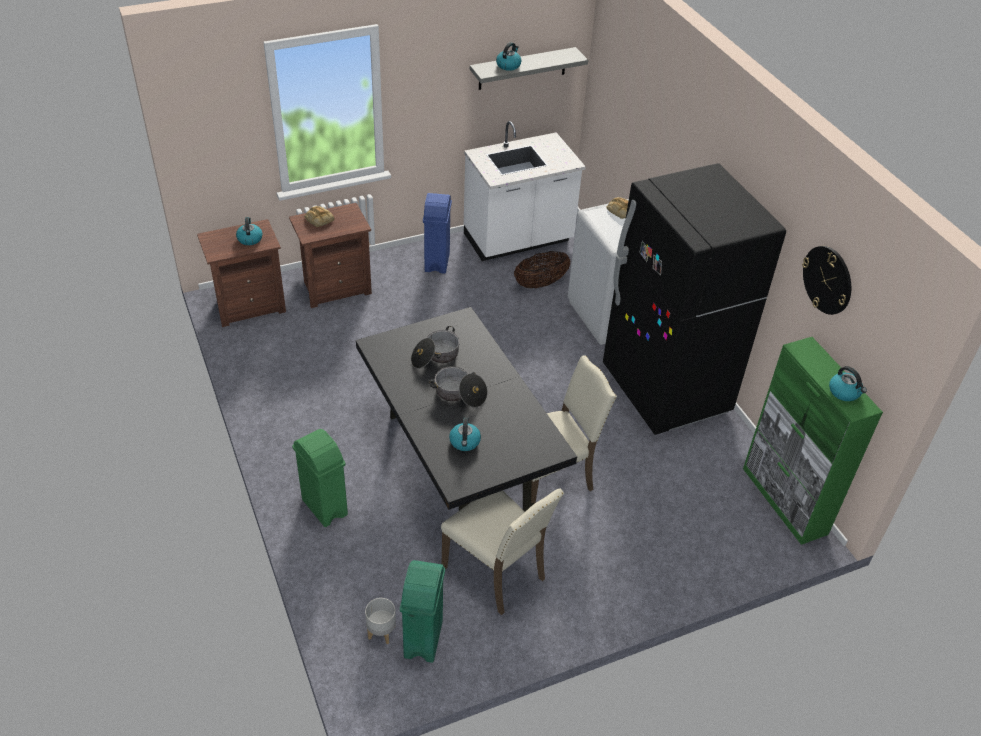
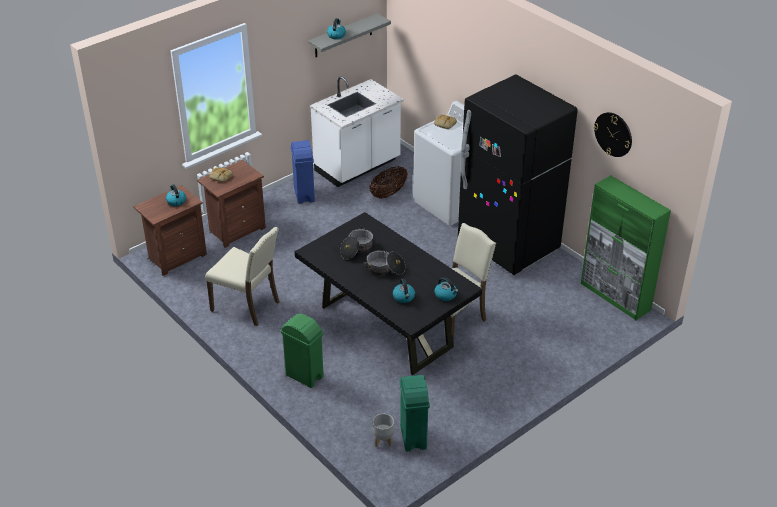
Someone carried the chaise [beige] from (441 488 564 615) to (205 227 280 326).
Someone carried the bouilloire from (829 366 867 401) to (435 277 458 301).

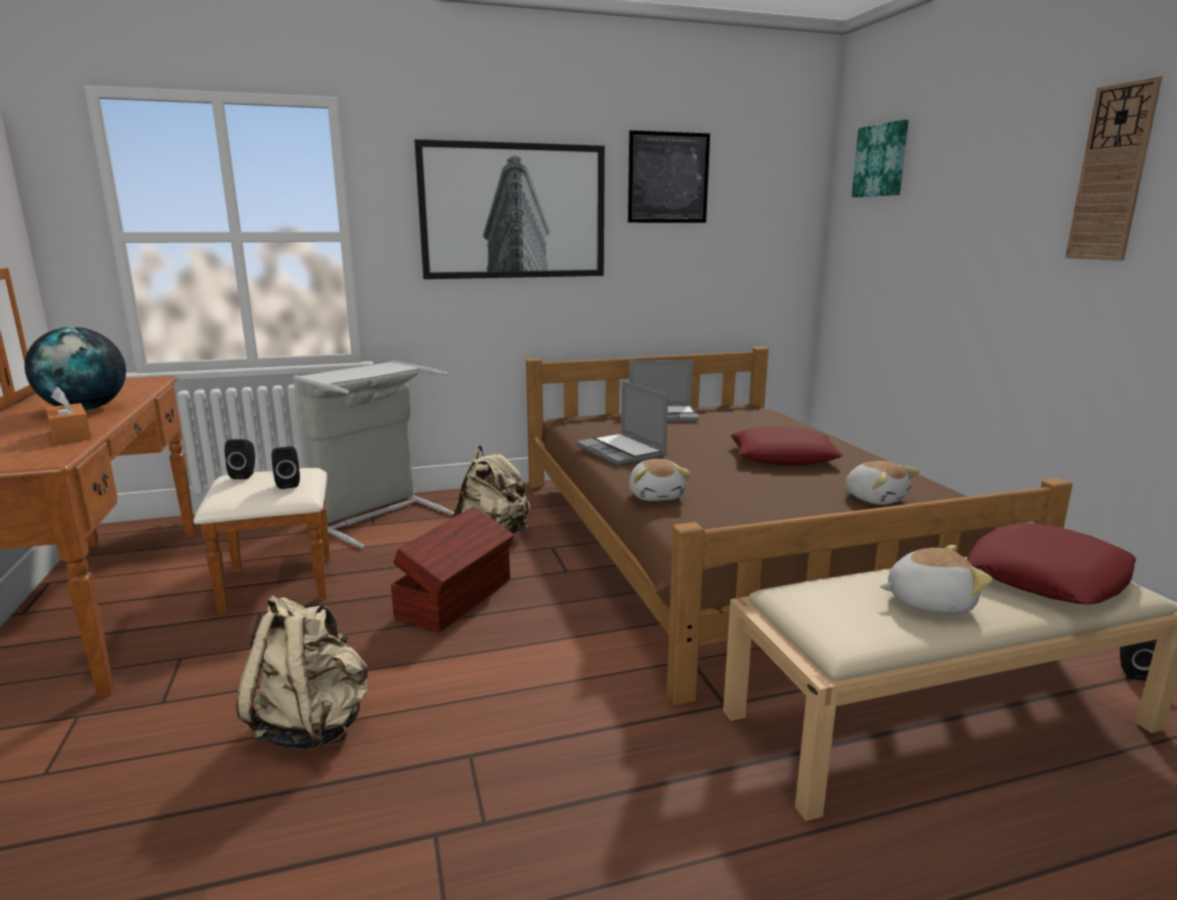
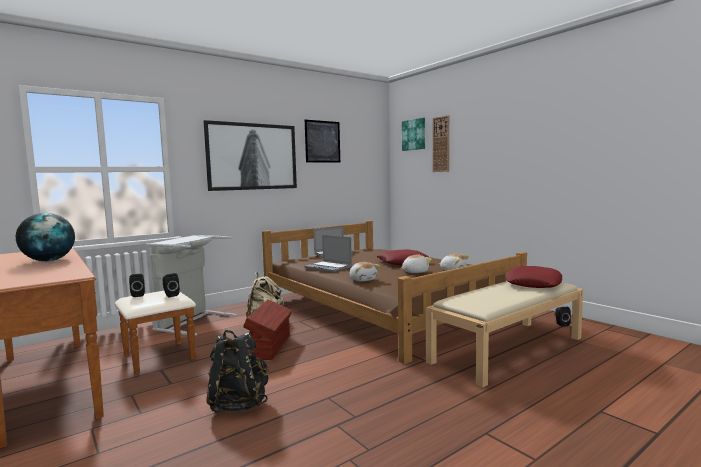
Someone took away the boîte à mouchoirs [orange] at (46 387 91 444).
Someone carried the peluche from (880 545 993 614) to (401 255 432 273).
Someone carried the horloge murale from (1065 76 1162 261) to (433 115 449 172).
Someone repainted the sac à dos [beige] at (236 596 368 749), which became the sac à dos [noir] at (206 330 269 412).

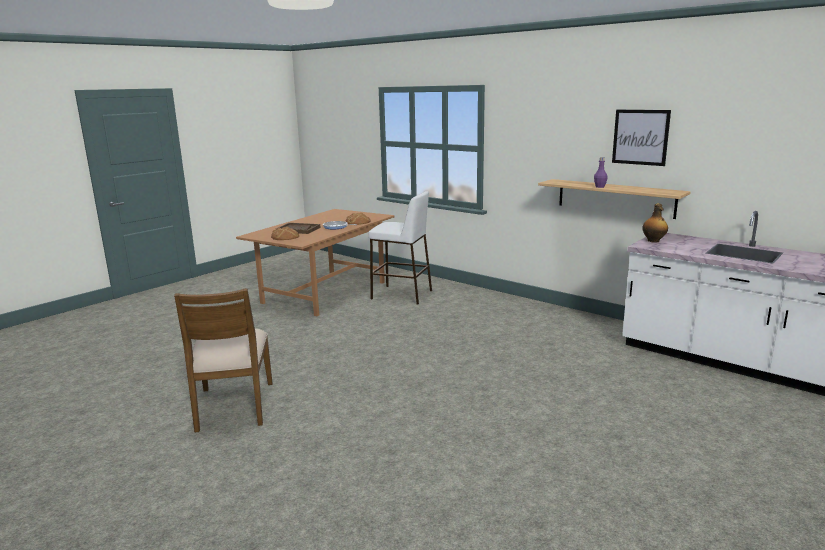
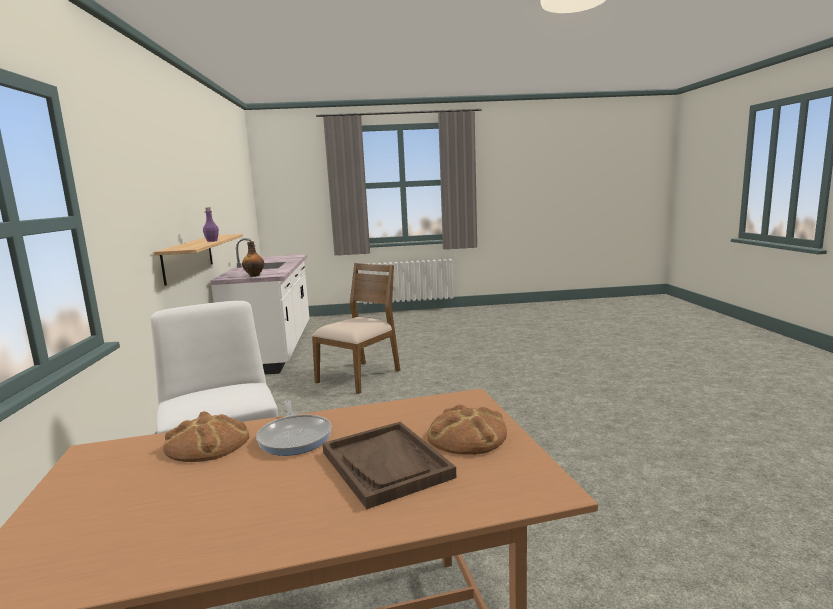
Someone took away the tableau at (612 110 671 166).
Someone carried the chaise [marron] from (174 288 273 432) to (312 263 400 394).

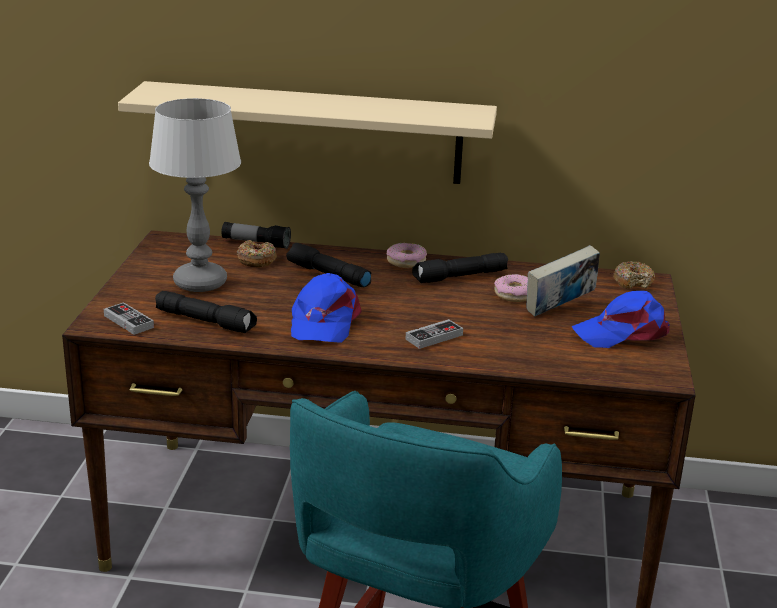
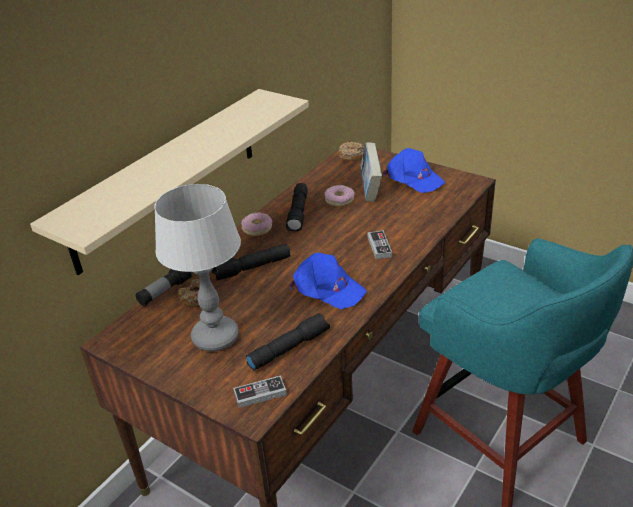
Someone rotated the casquette [bleu] at (572 291 670 348) by 60 degrees counterclockwise.

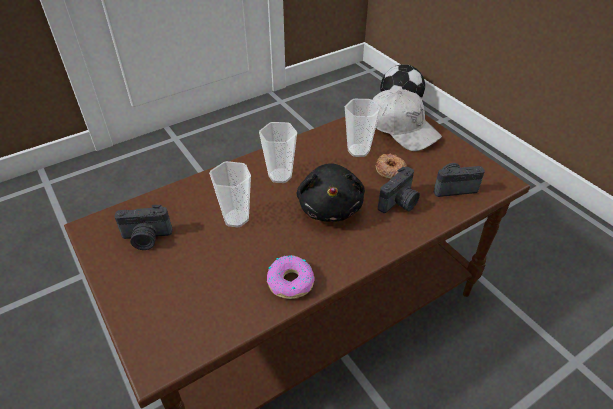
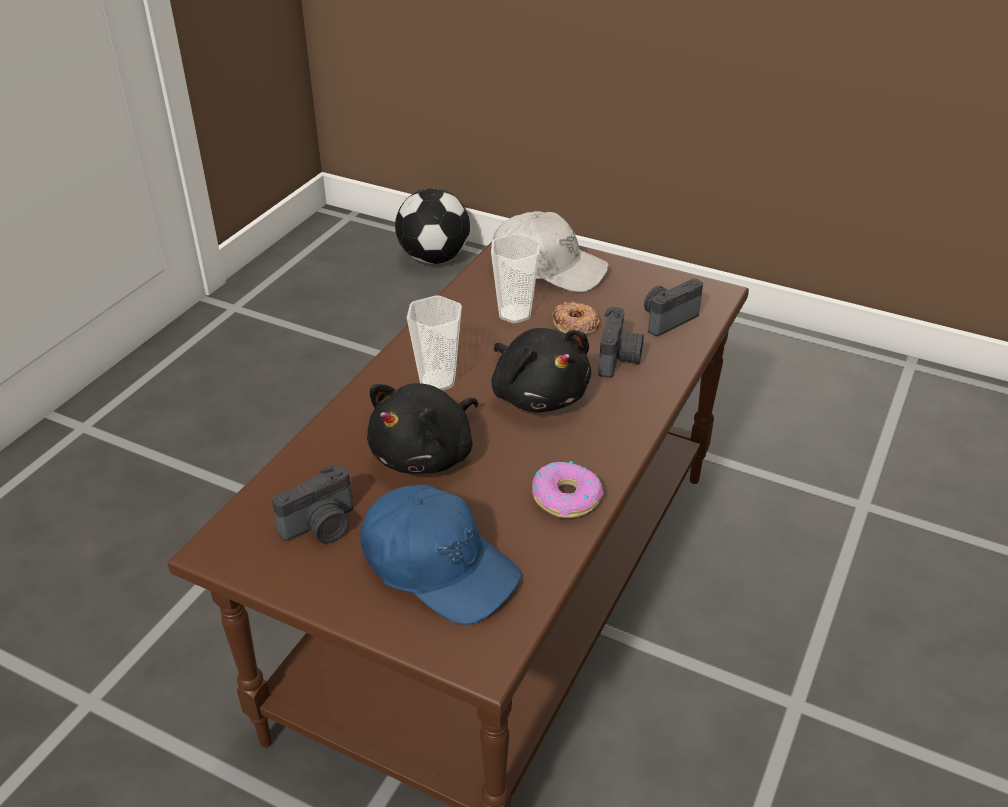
Someone put down the casquette [bleu] at (360 484 522 625).
Someone swapped the tasse at (209 161 251 228) for the peluche [noir] at (367 383 478 474).

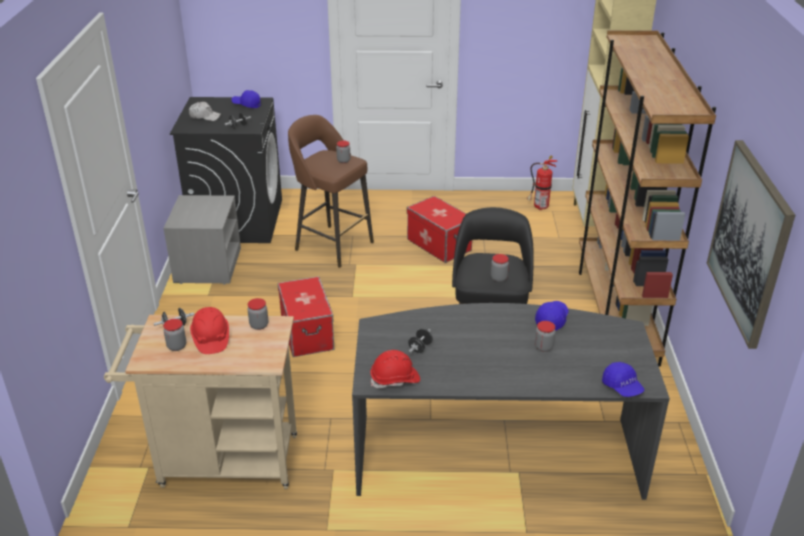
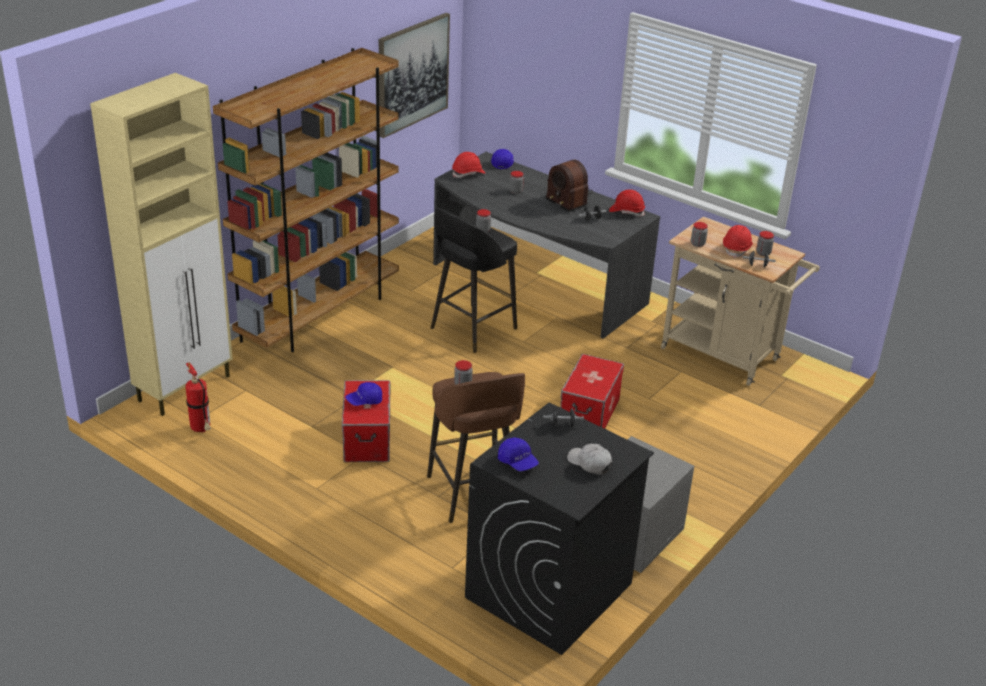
Someone put down the casque de chantier [rouge] at (452 152 485 178).
Someone put down the radio at (545 160 593 212).
Someone carried the casquette [bleu] from (535 301 568 331) to (346 382 382 406).

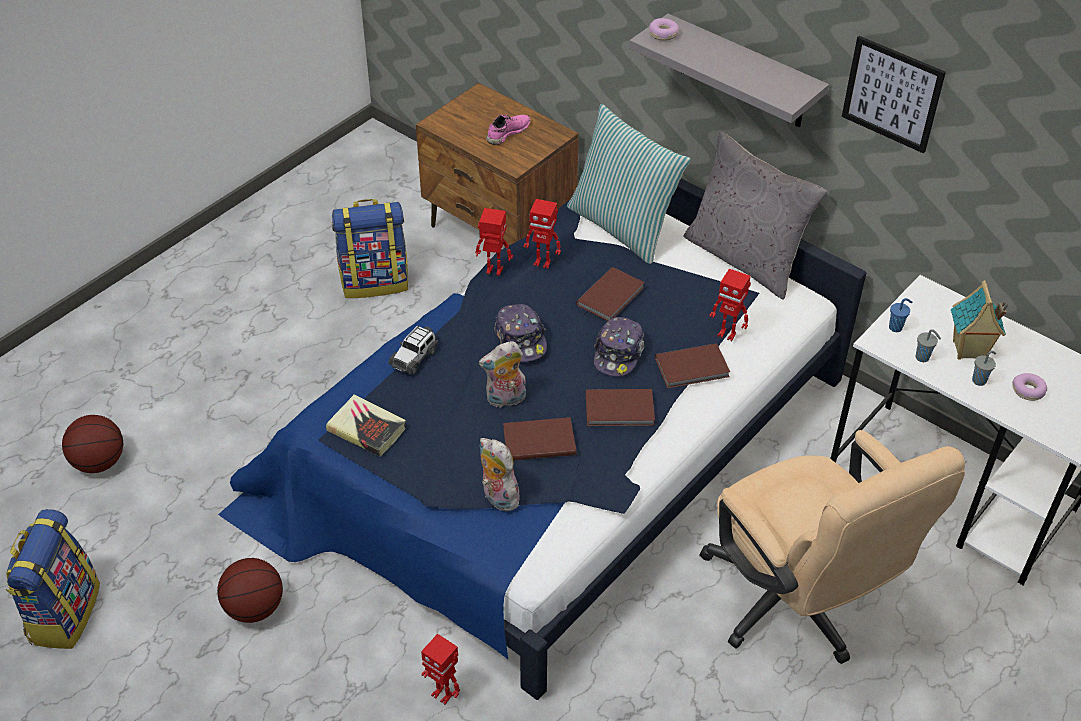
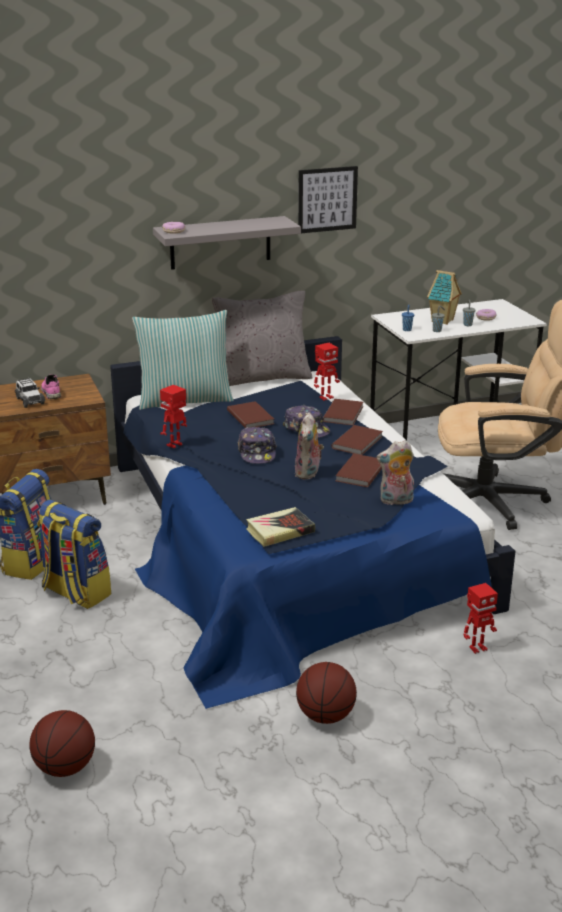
Someone took away the robot jouet at (524 199 561 269).
Someone carried the sac à dos from (6 509 100 649) to (37 500 111 609).
Someone carried the petite voiture from (389 326 438 375) to (15 378 45 408).
Someone rotated the casquette at (494 304 547 362) by 75 degrees clockwise.

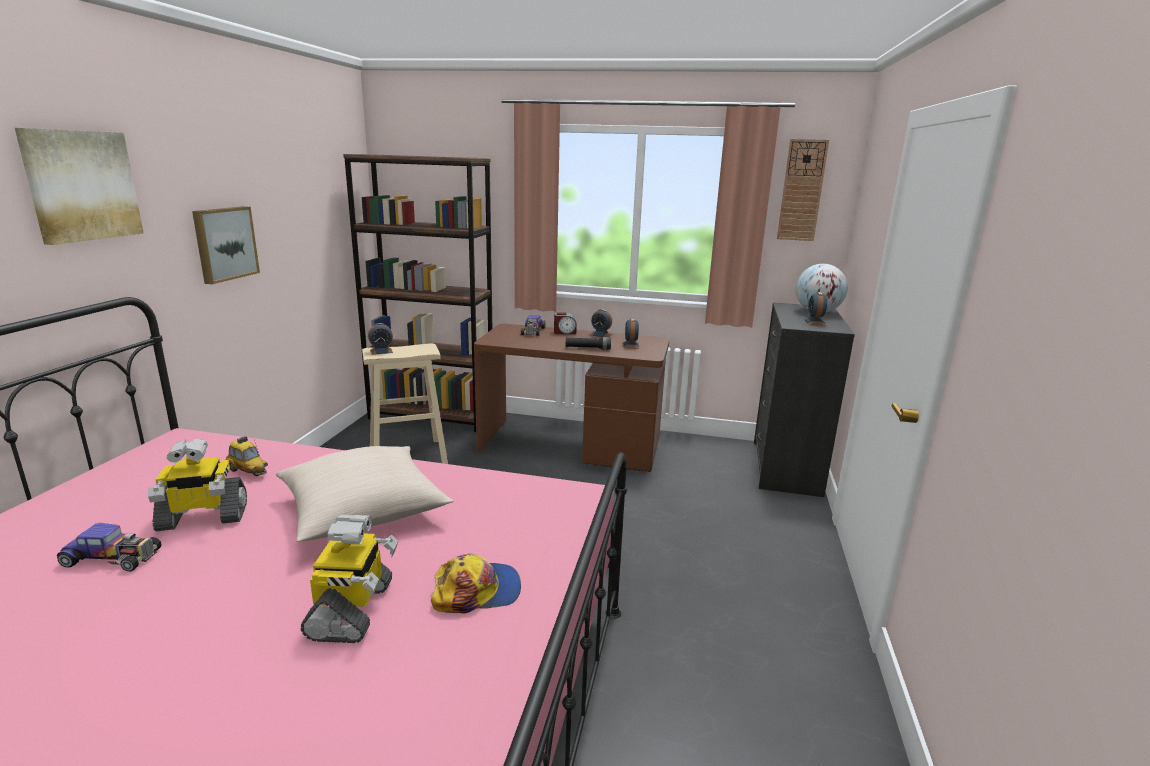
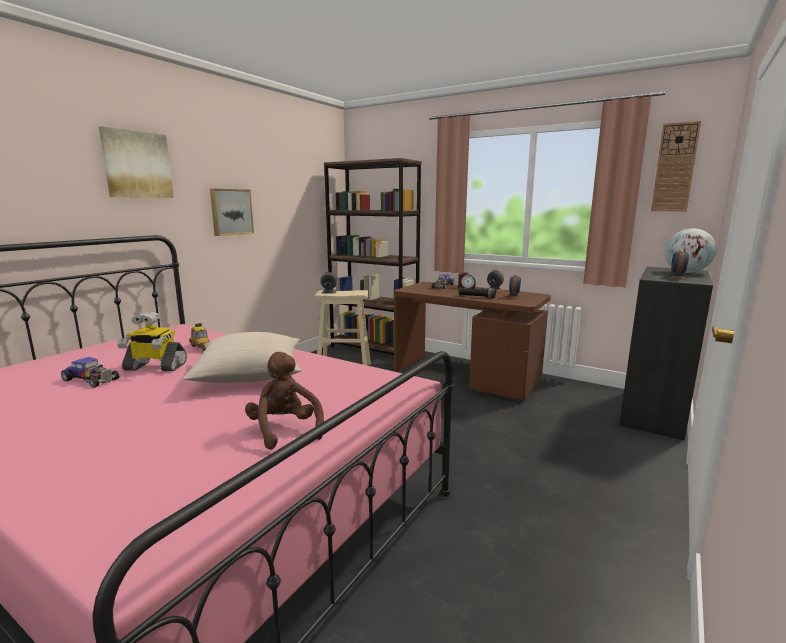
Someone took away the robot jouet at (301 515 398 643).
Someone swapped the casquette at (431 553 521 613) for the peluche [marron] at (245 352 324 450).

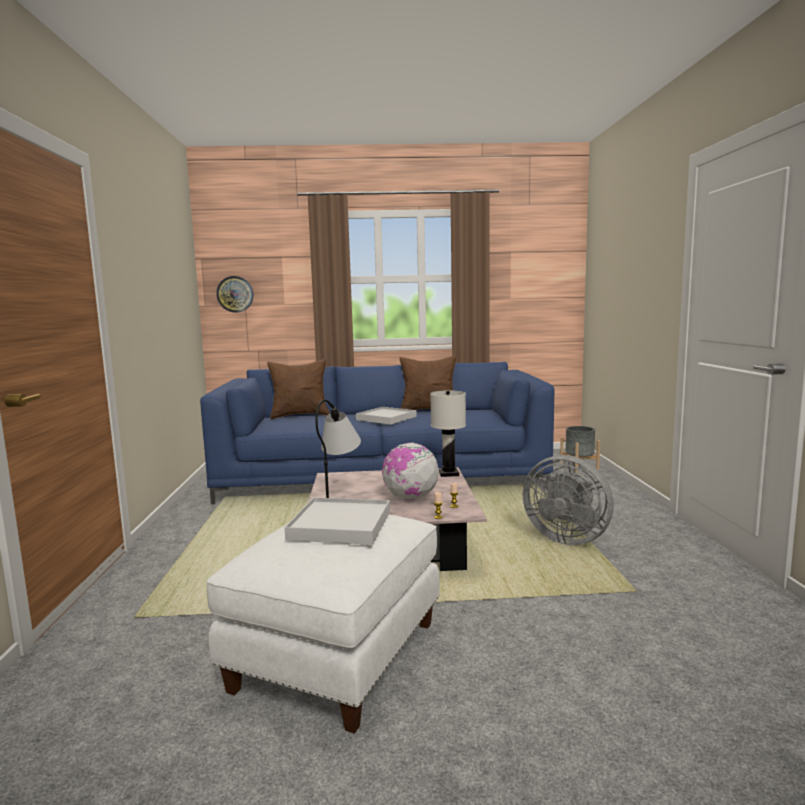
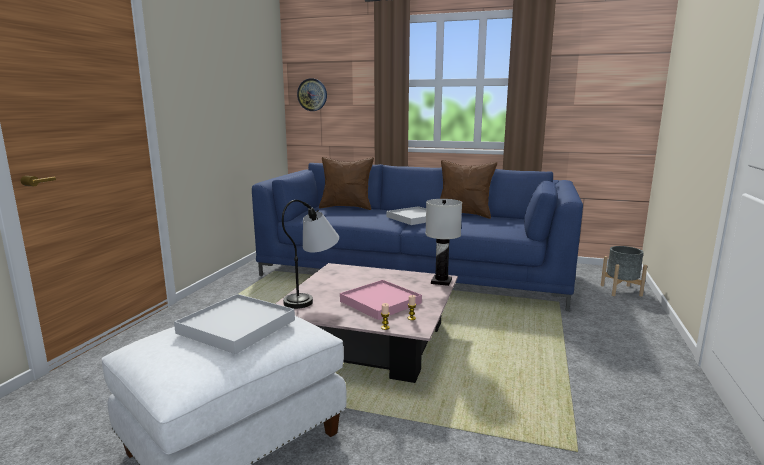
Someone took away the ventilateur [gris] at (522 455 614 545).
Someone swapped the globe at (382 442 439 500) for the plateau [rose] at (340 280 422 320).

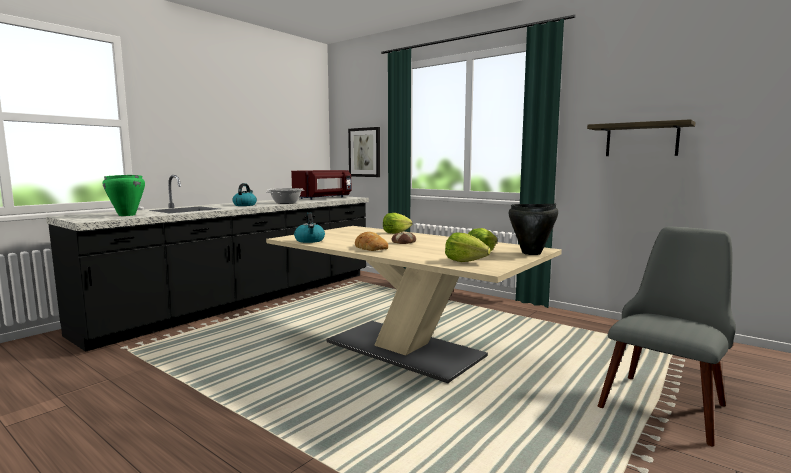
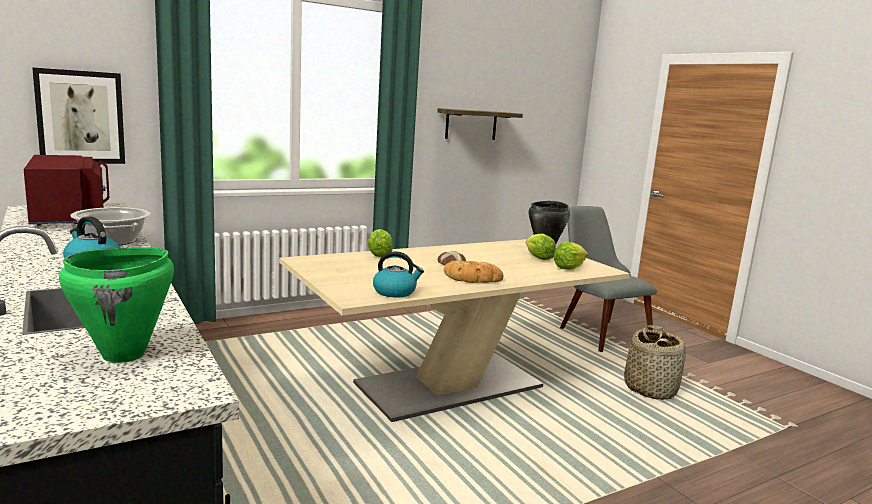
Someone put down the panier at (624 325 686 400).

